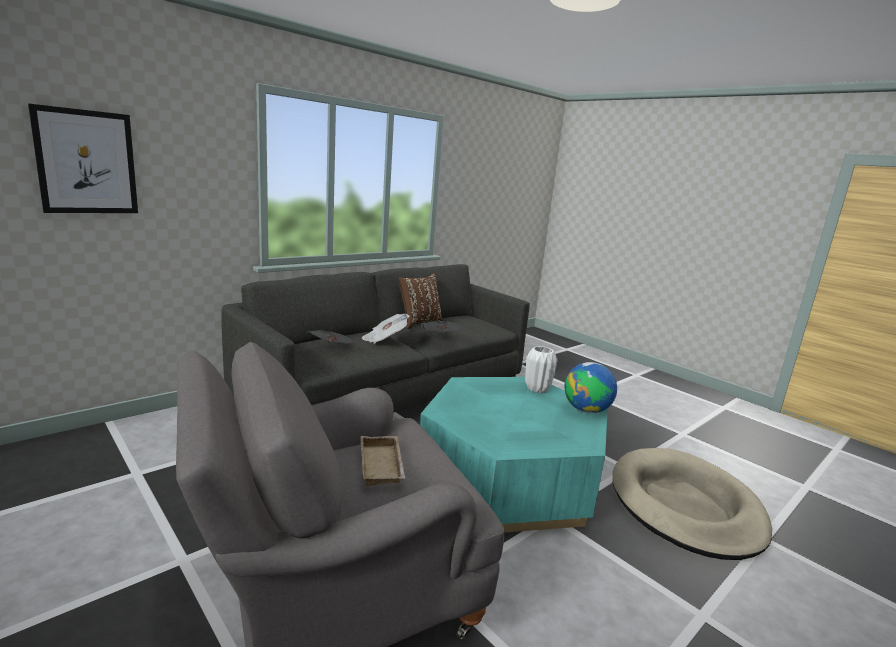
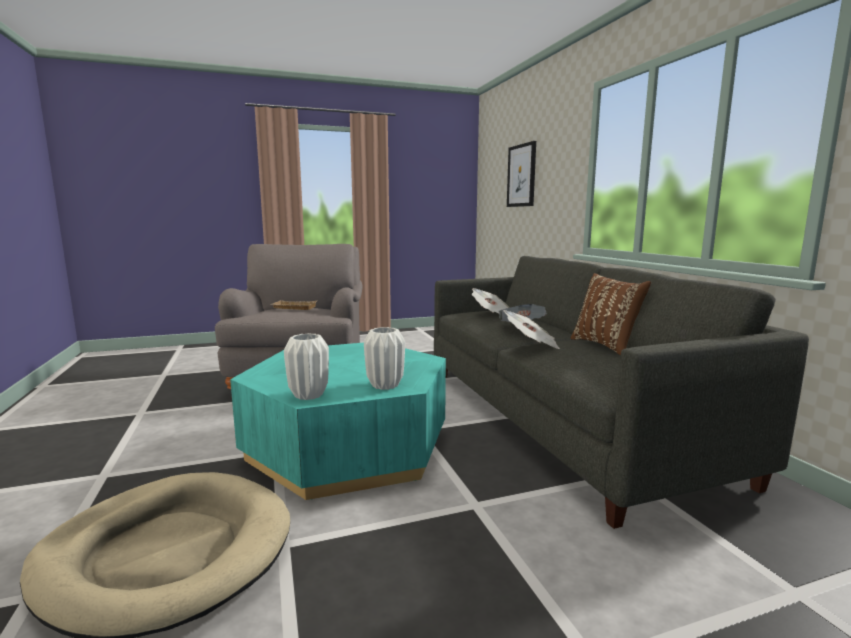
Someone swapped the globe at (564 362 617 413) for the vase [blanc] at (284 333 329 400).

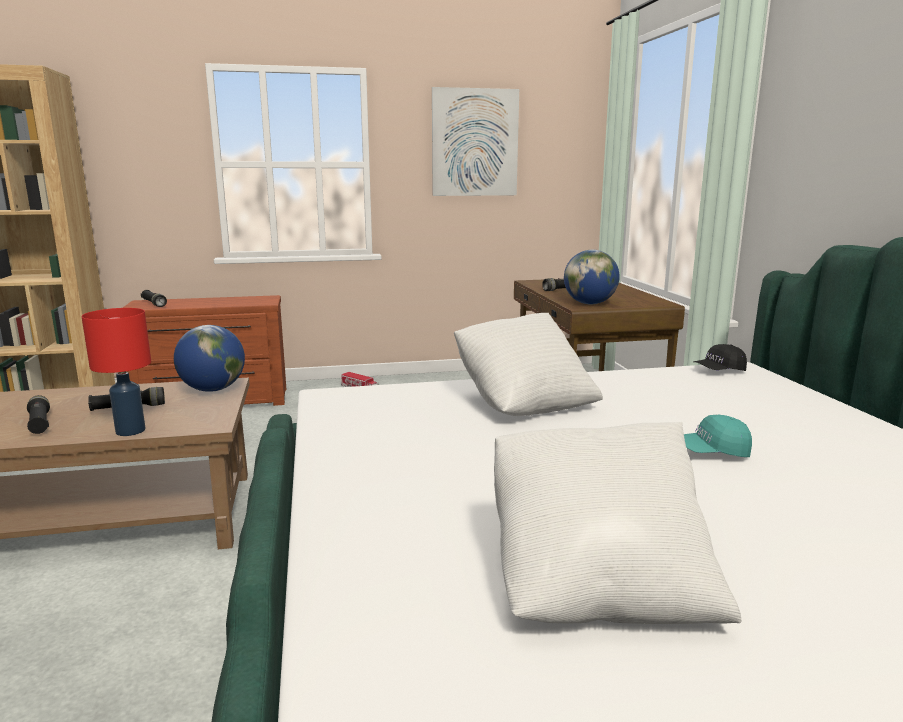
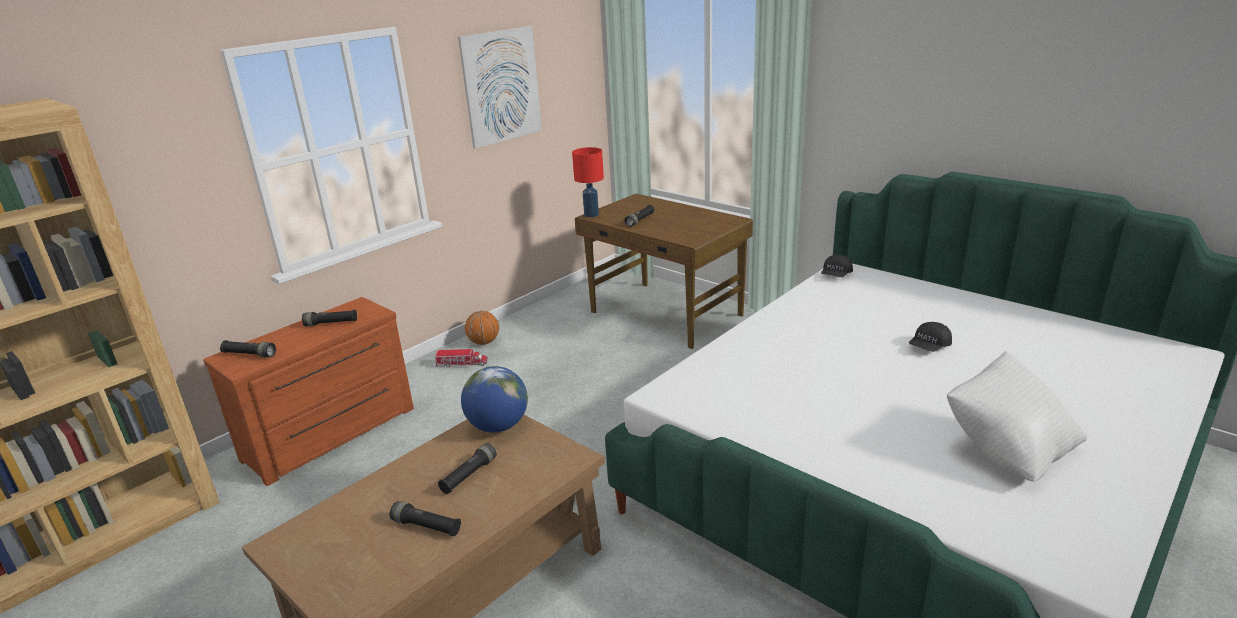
Someone took away the coussin [blanc] at (454 313 603 416).
Someone took away the globe at (564 250 620 304).
Someone put down the lampe de poche [noir] at (302 310 357 326).
Someone put down the ballon de basket at (465 311 499 345).
Someone carried the lampe de table [rouge] from (81 308 151 436) to (572 147 604 217).
Someone repainted the casquette [turquoise] at (684 415 752 457), which became the casquette [noir] at (909 322 952 352).

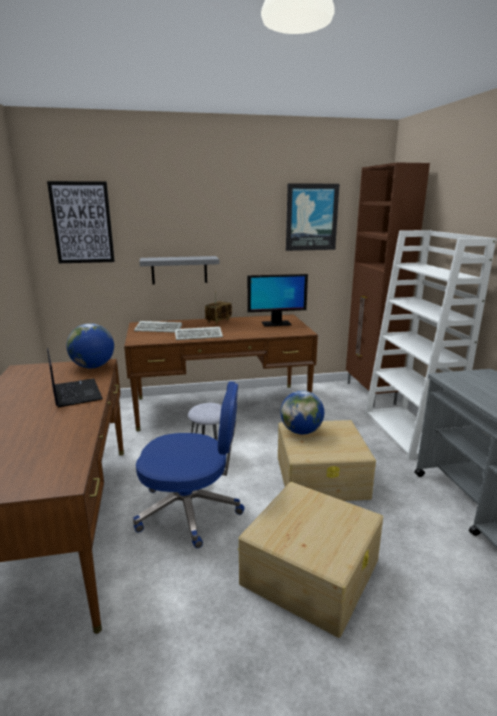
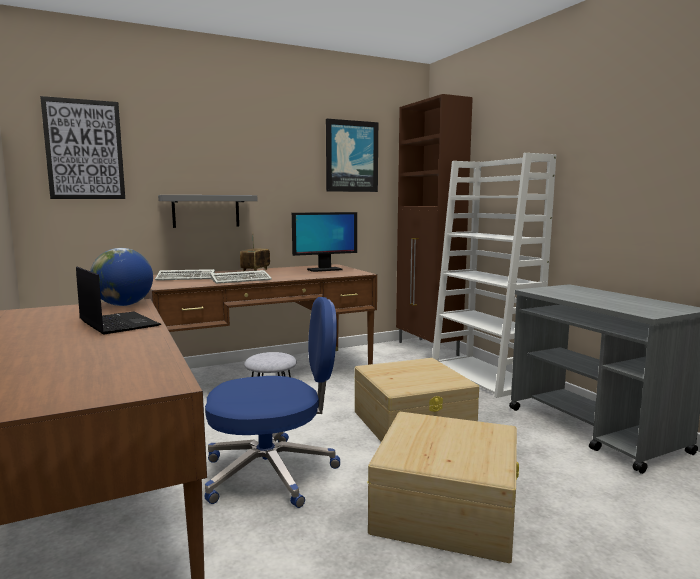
Someone took away the globe at (280 391 324 434).

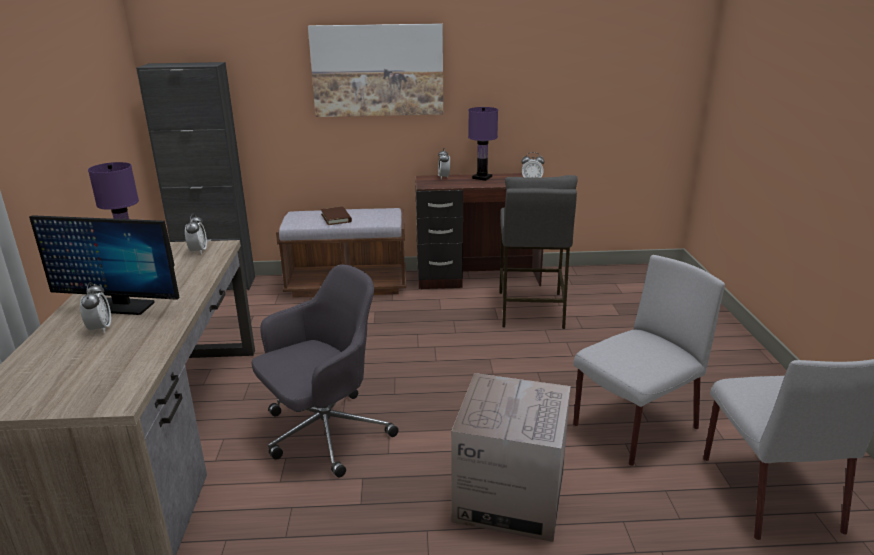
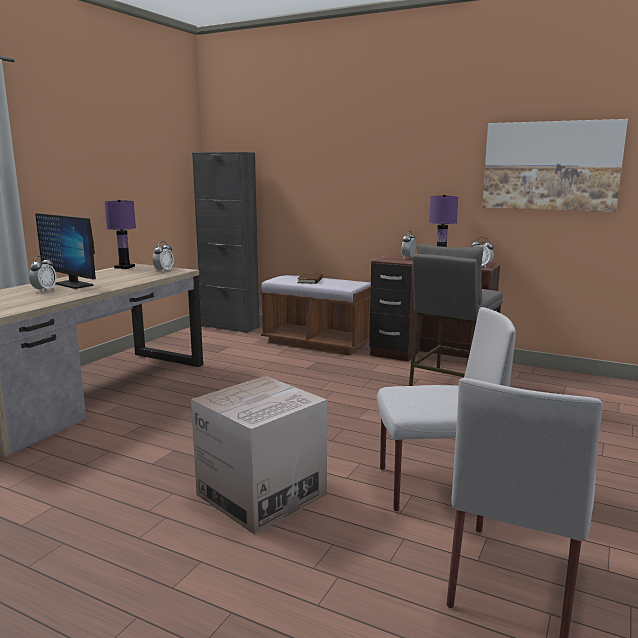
Someone took away the chaise de bureau [gris] at (251 264 399 477).
Someone carried the tableau from (308 23 443 117) to (482 119 628 212).

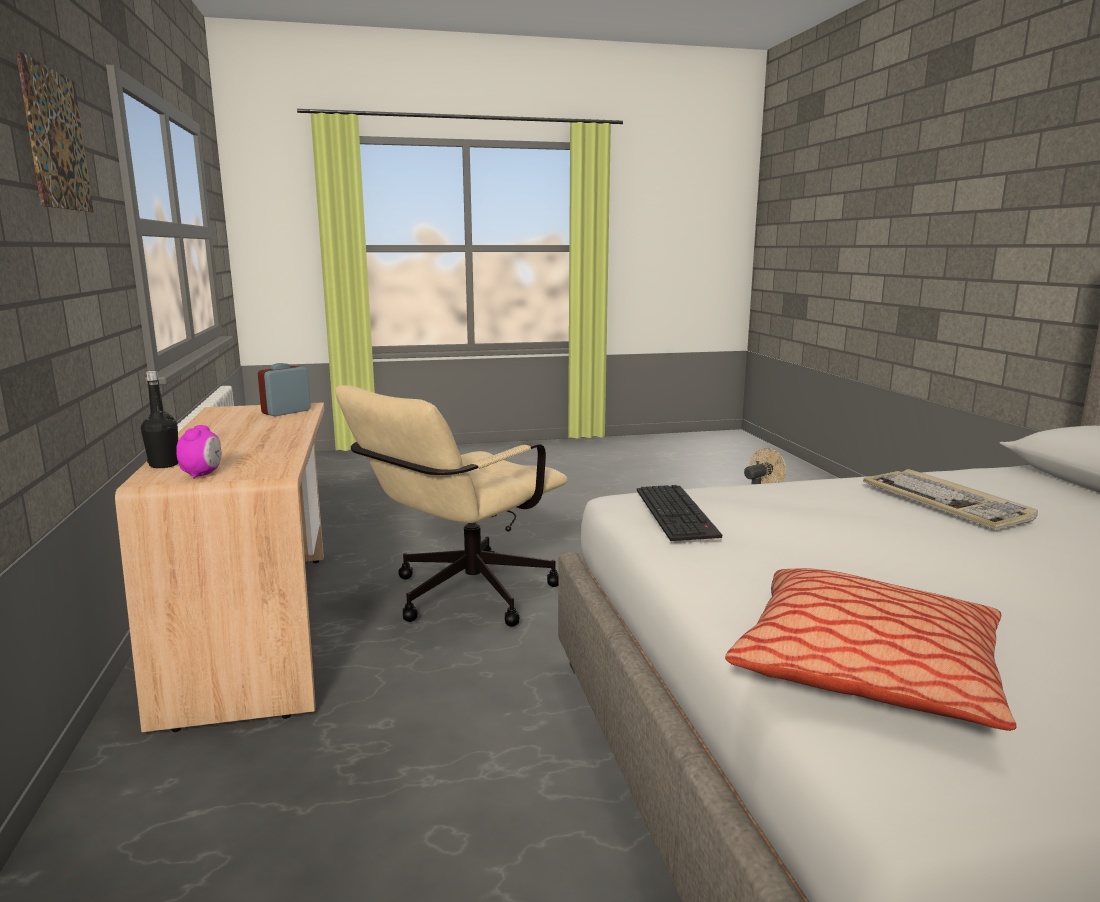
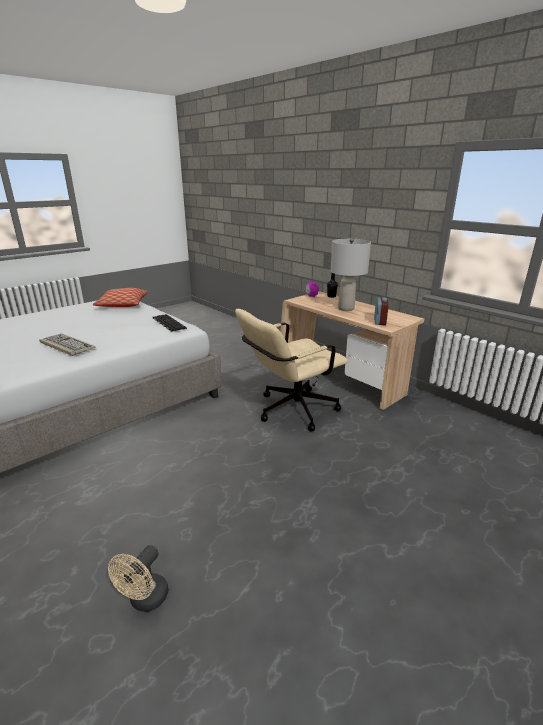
Someone took away the tableau at (16 51 93 212).
Someone put down the lampe de table [gris] at (331 238 371 311).
Someone rotated the chaise de bureau [beige] at (335 385 568 627) by 135 degrees counterclockwise.

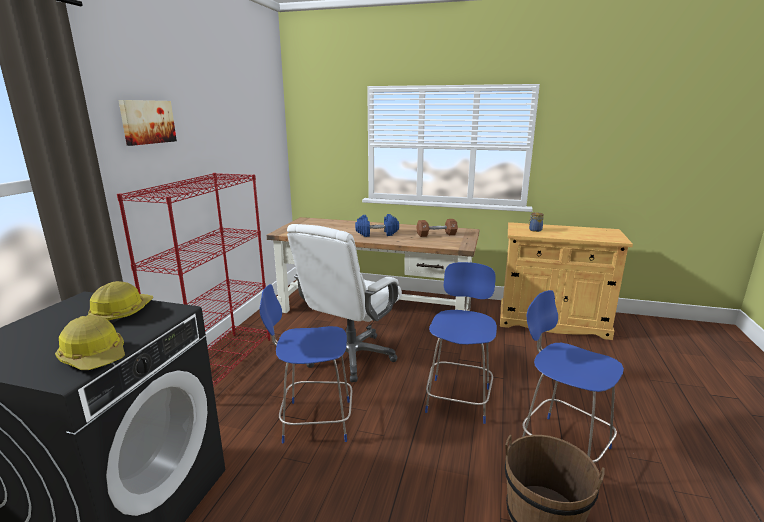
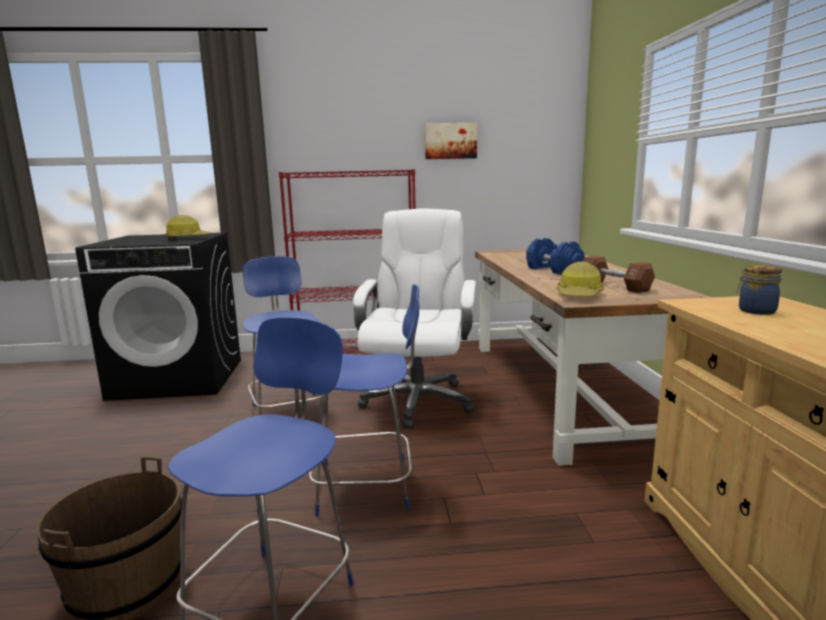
Someone carried the casque de chantier from (55 315 125 370) to (557 261 604 296).
Someone carried the tableau from (118 100 177 146) to (425 123 477 159).
Someone rotated the chaise de bureau [blanc] at (287 224 402 382) by 90 degrees clockwise.

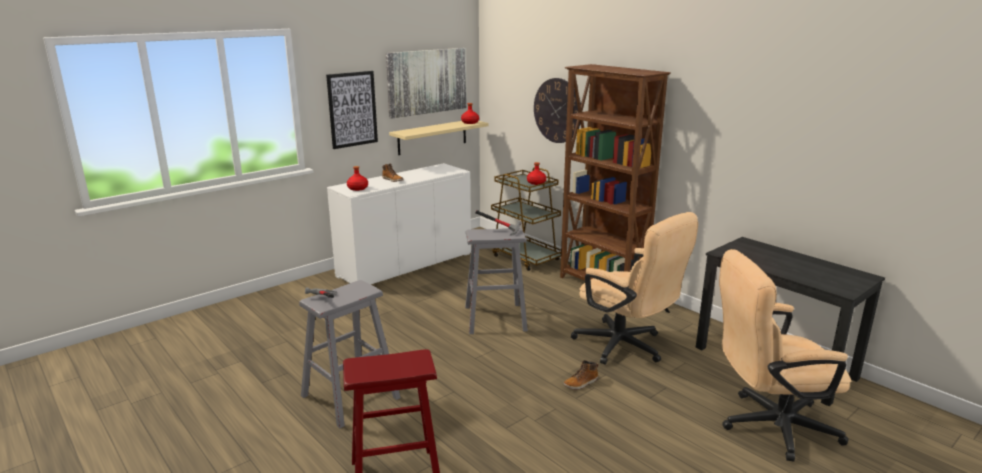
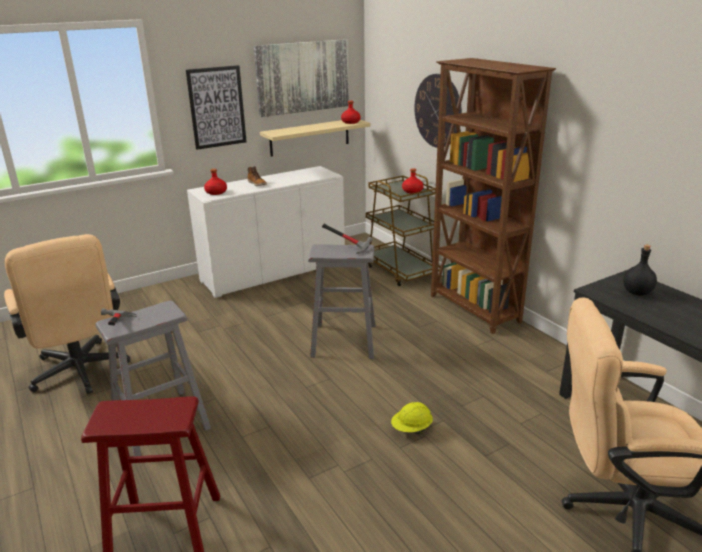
Someone put down the bouteille [noir] at (623 245 657 296).
Someone carried the chaise de bureau [beige] from (571 212 698 365) to (4 234 130 394).
Someone swapped the botte at (563 360 598 390) for the casque de chantier [jaune] at (391 402 433 434).

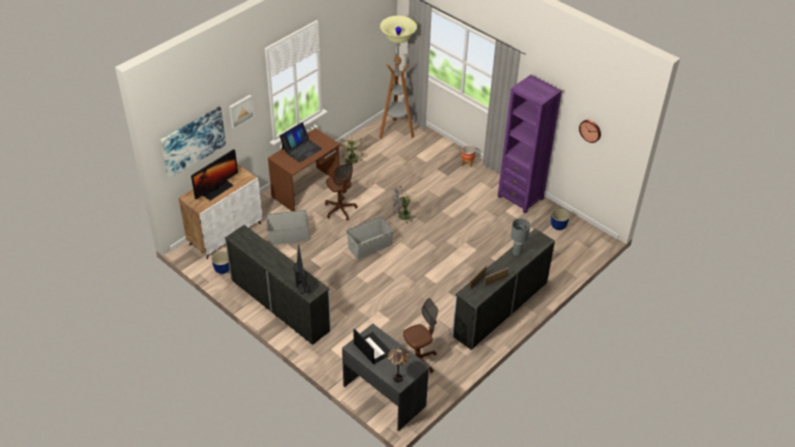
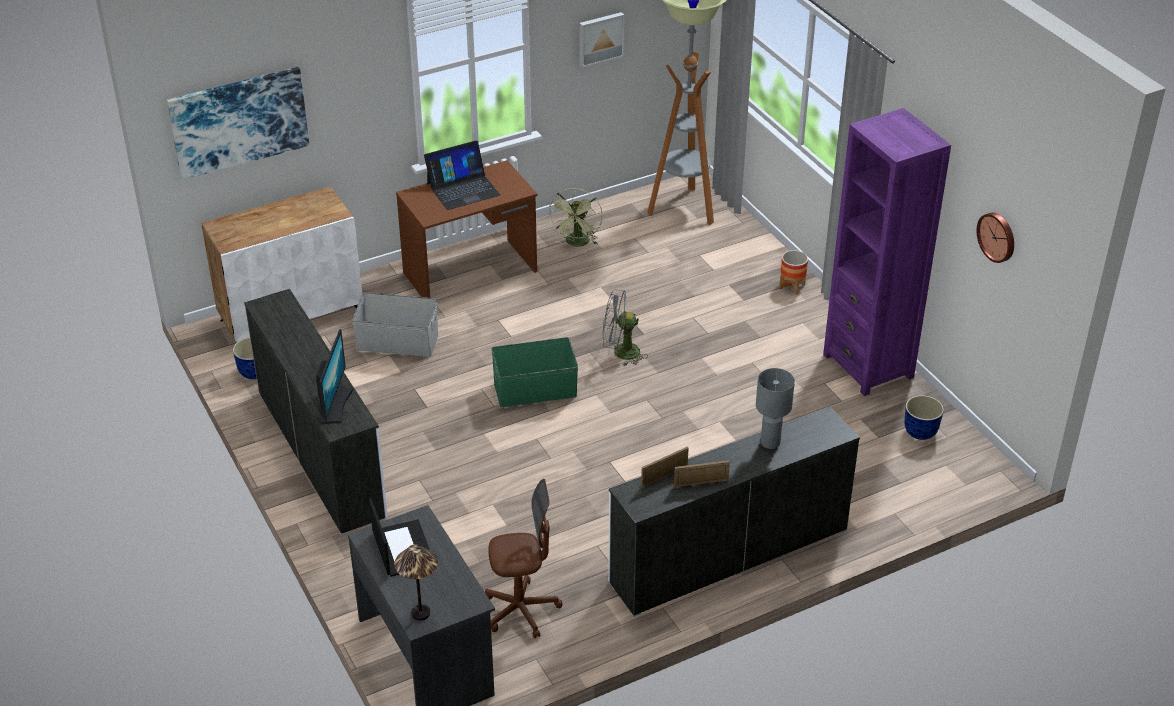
Someone took away the écran d'ordinateur at (191 149 238 201).
Someone took away the chaise de bureau [marron] at (325 162 358 220).
Someone carried the tableau from (229 95 254 129) to (579 12 624 68).
Someone repainted the boîte de rangement [gris] at (347 217 393 259), which became the boîte de rangement [vert] at (491 337 578 407).

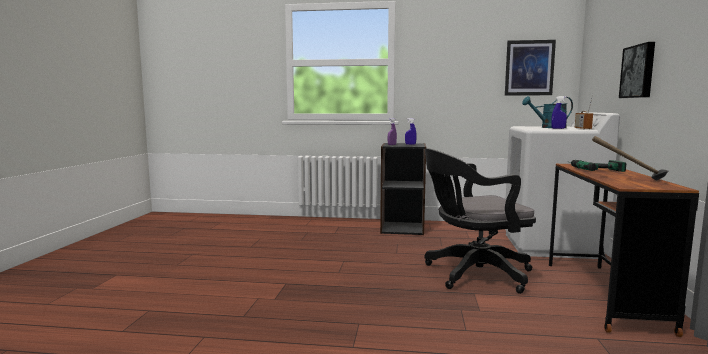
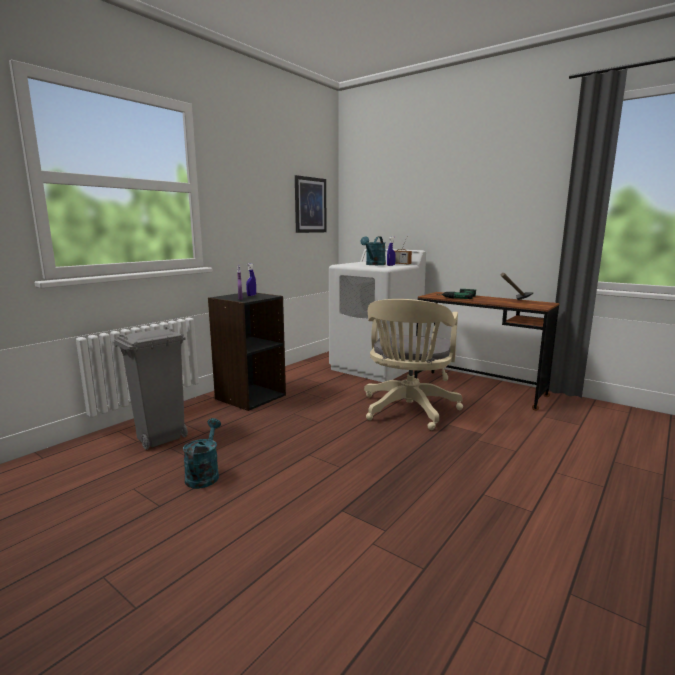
Someone took away the tableau at (619 42 655 98).
Someone put down the poubelle [gris] at (114 327 188 450).
Someone put down the arrosoir [turquoise] at (183 418 221 489).
Someone repainted the chaise de bureau [noir] at (425 148 536 294), which became the chaise de bureau [beige] at (364 299 463 430).

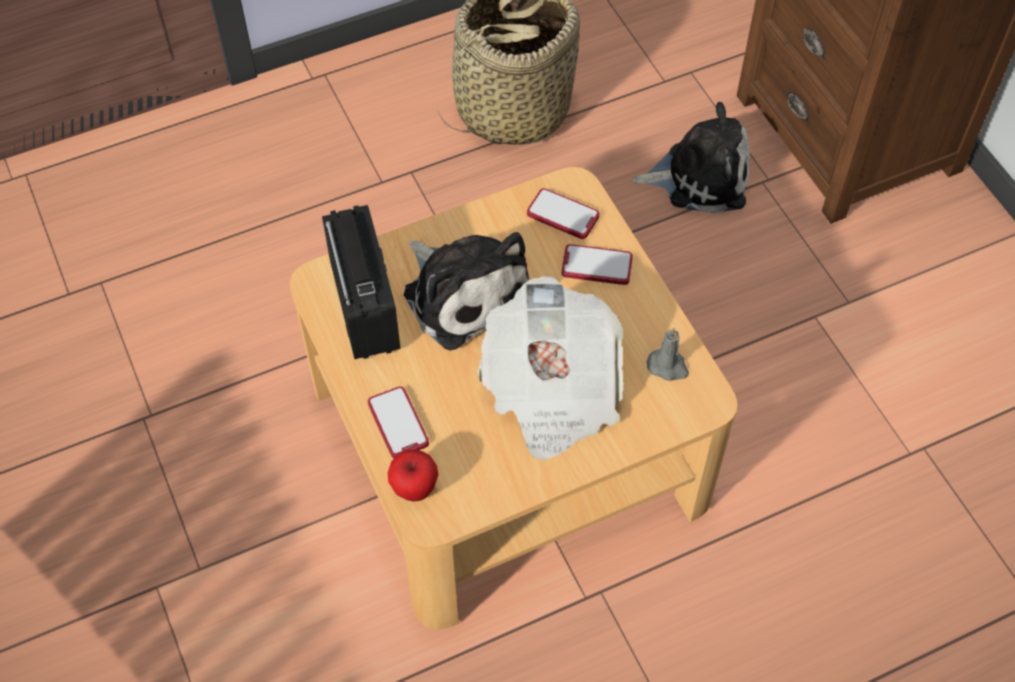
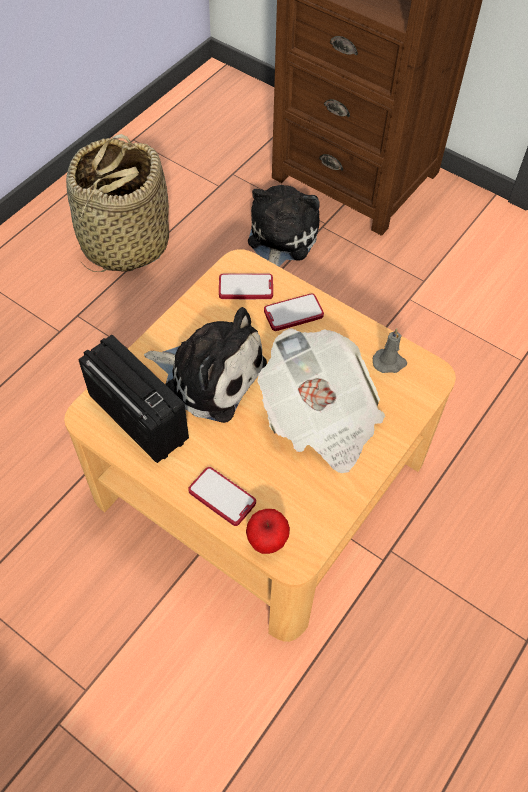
Someone rotated the peluche at (633 102 750 214) by 45 degrees counterclockwise.

